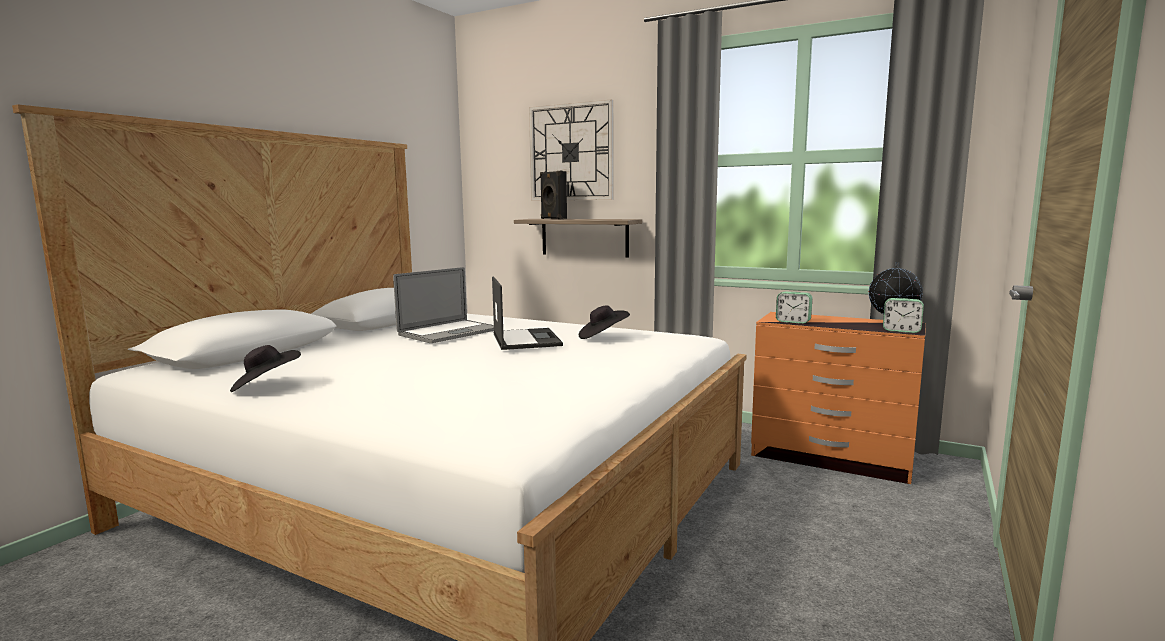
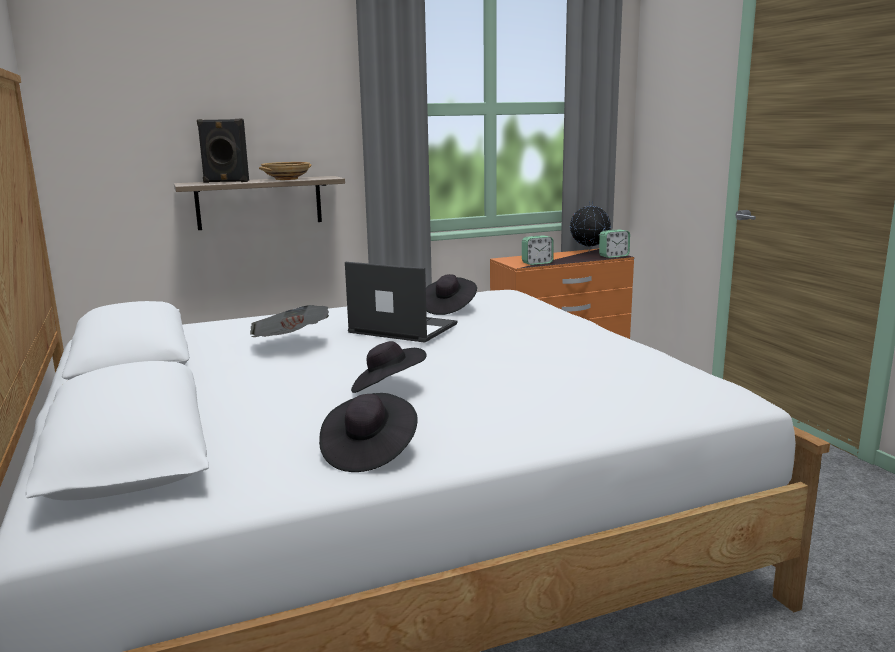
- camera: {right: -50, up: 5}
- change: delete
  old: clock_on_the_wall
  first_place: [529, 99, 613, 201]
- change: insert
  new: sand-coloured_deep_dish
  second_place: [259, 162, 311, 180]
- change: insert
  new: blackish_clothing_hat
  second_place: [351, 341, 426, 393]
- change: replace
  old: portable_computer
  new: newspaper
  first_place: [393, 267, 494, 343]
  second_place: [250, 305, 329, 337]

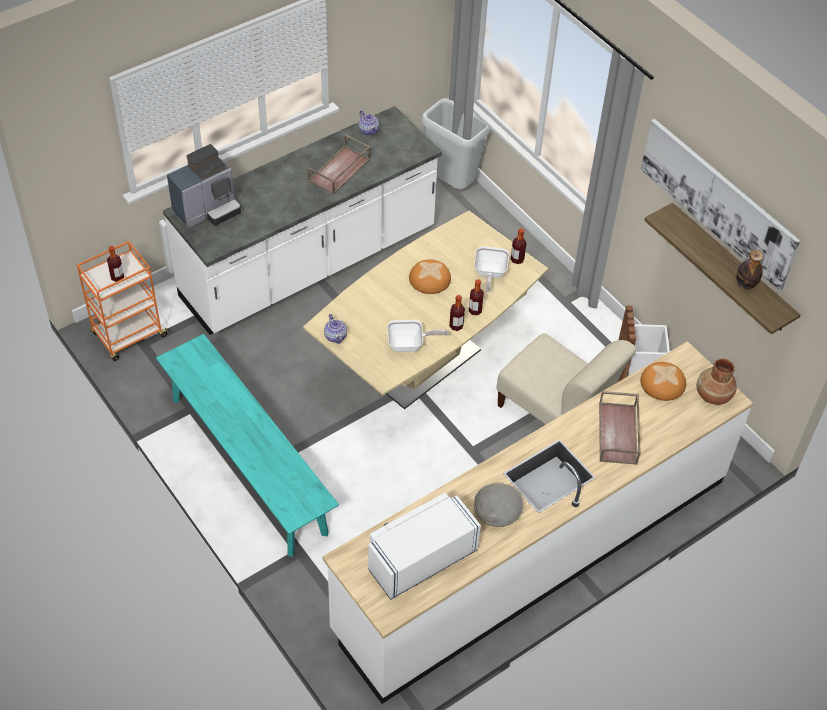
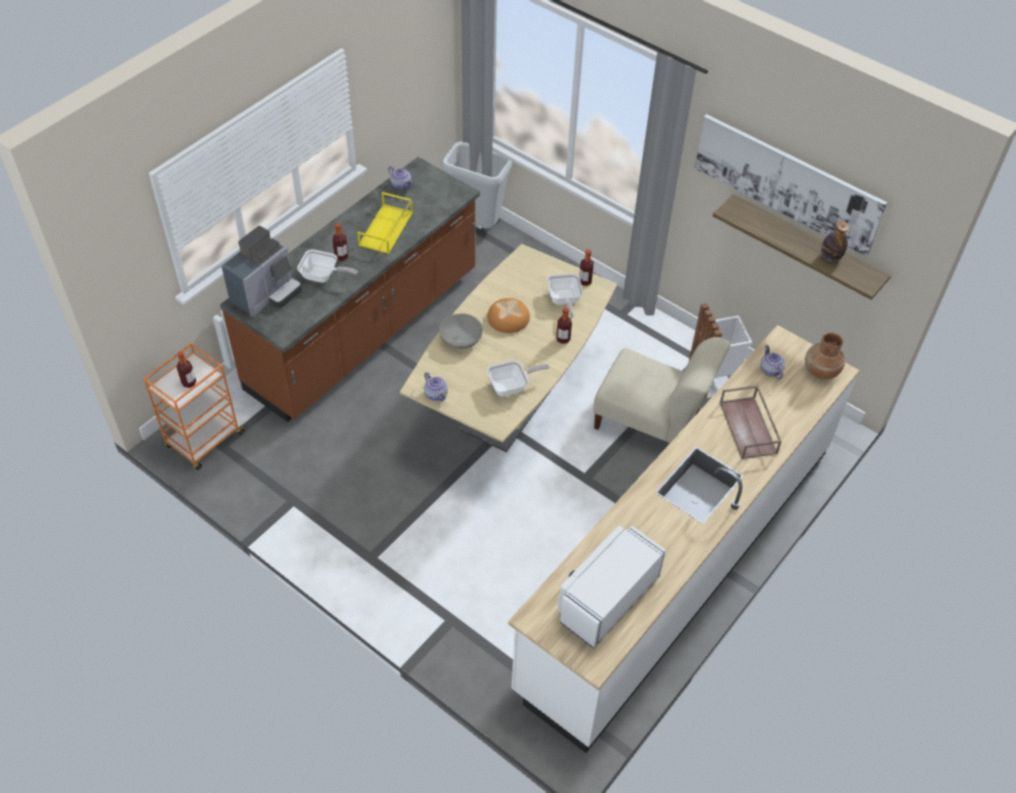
- camera: {right: -15, up: 0}
- change: delete
  old: blue-green_long_seat
  first_place: [156, 334, 339, 557]
- change: insert
  new: pan
  second_place: [297, 249, 358, 283]
- change: move
  old: drink_bottle
  first_place: [449, 295, 465, 331]
  second_place: [333, 223, 348, 261]
- change: move
  old: grey_deep_dish
  first_place: [474, 483, 523, 527]
  second_place: [439, 314, 483, 349]
- change: replace
  old: bakery_bread
  new: teapot
  first_place: [640, 362, 686, 401]
  second_place: [760, 345, 785, 380]
- change: recolor
  old: whitish_counter
  new: brownish_counter
  first_place: [163, 106, 442, 335]
  second_place: [220, 157, 480, 422]
- change: recolor
  old: brownish_tray
  new: yellow_tray
  first_place: [308, 134, 370, 195]
  second_place: [357, 192, 413, 254]

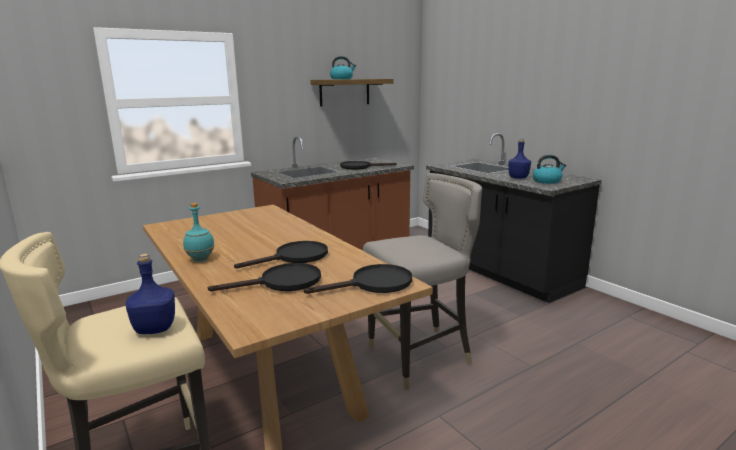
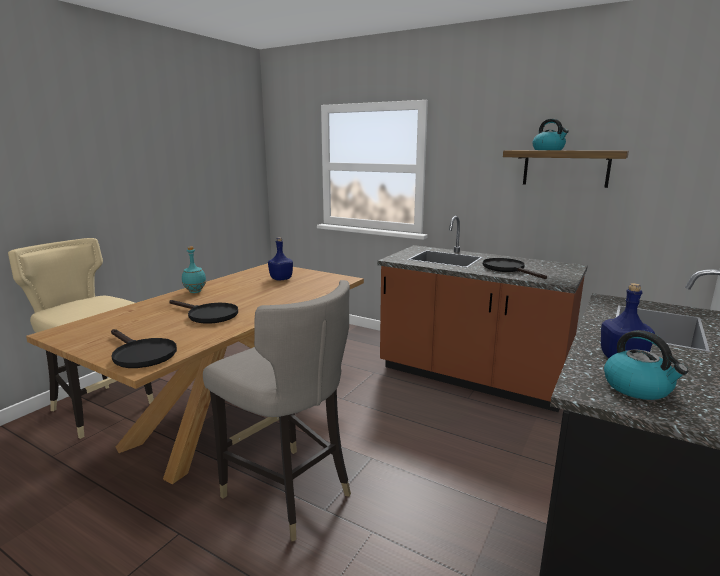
- camera: {right: 65, up: 0}
- change: delete
  old: blackish_pan
  first_place: [208, 263, 321, 291]
- change: move
  old: blue_drink_bottle
  first_place: [126, 254, 175, 334]
  second_place: [268, 237, 293, 281]

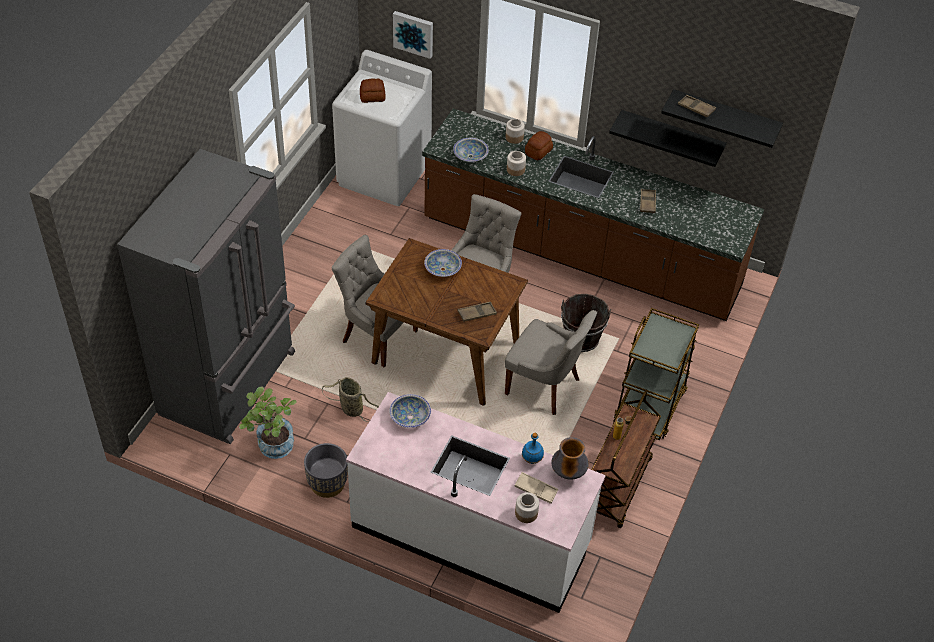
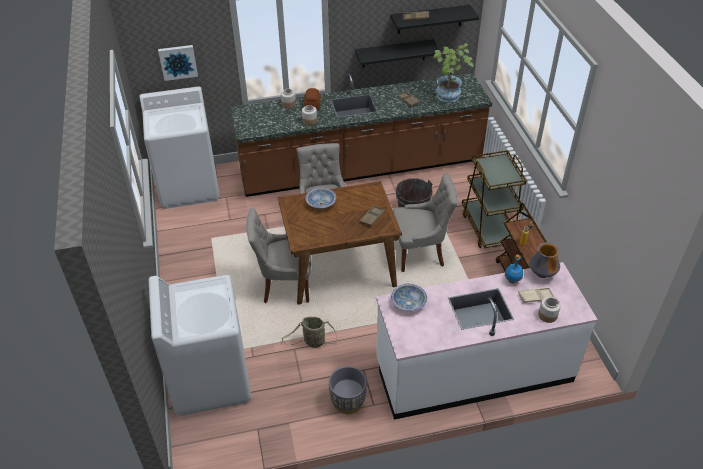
- camera: {right: -35, up: -5}
- change: delete
  old: bakery_bread
  first_place: [360, 79, 386, 103]
- change: delete
  old: deep_dish
  first_place: [453, 138, 489, 163]
- change: move
  old: houseplant
  first_place: [239, 386, 297, 459]
  second_place: [433, 43, 474, 102]
- change: replace
  old: grey_fridge
  new: whitish_laundry_appliance
  first_place: [117, 149, 295, 444]
  second_place: [148, 275, 251, 416]

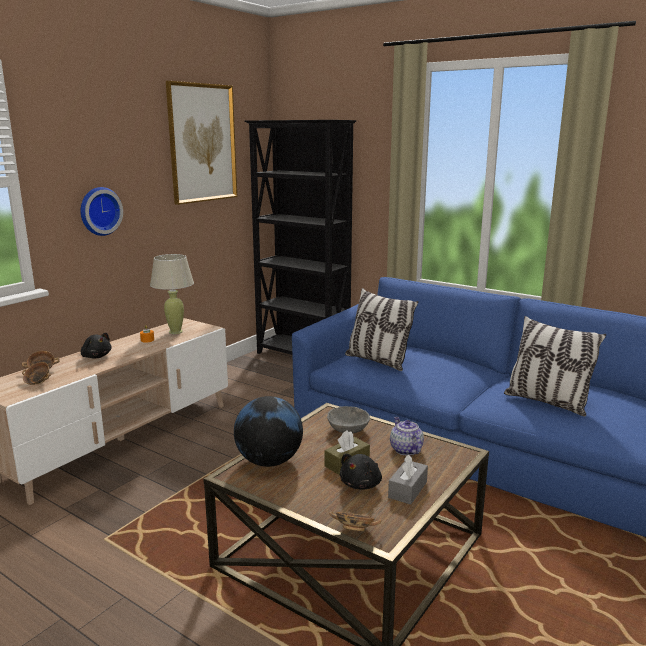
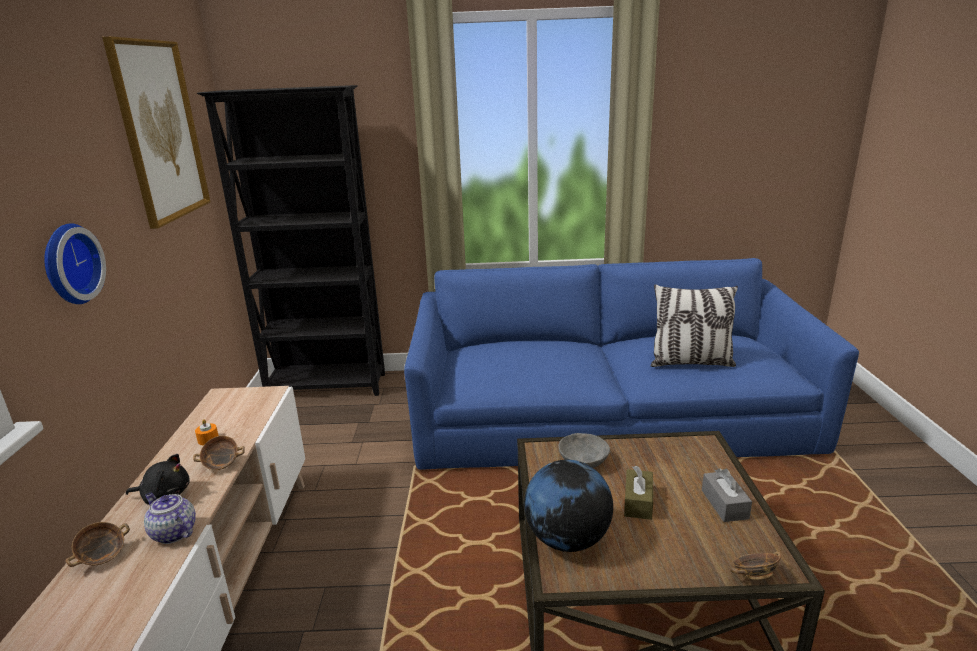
- camera: {right: -35, up: 5}
- change: delete
  old: sand-coloured_table_lamp
  first_place: [150, 254, 194, 334]
- change: delete
  old: blackish_soft_toy
  first_place: [340, 453, 382, 490]
- change: delete
  old: throw_pillow
  first_place: [345, 288, 418, 371]
- change: move
  old: deep_dish
  first_place: [22, 362, 51, 385]
  second_place: [193, 436, 245, 470]
- change: move
  old: teapot
  first_place: [390, 417, 424, 455]
  second_place: [144, 493, 196, 544]

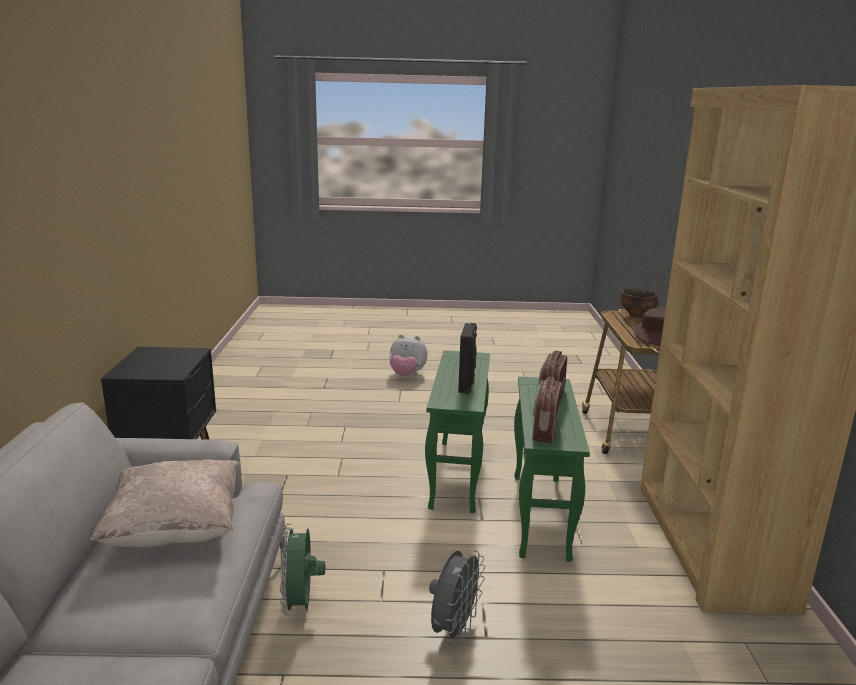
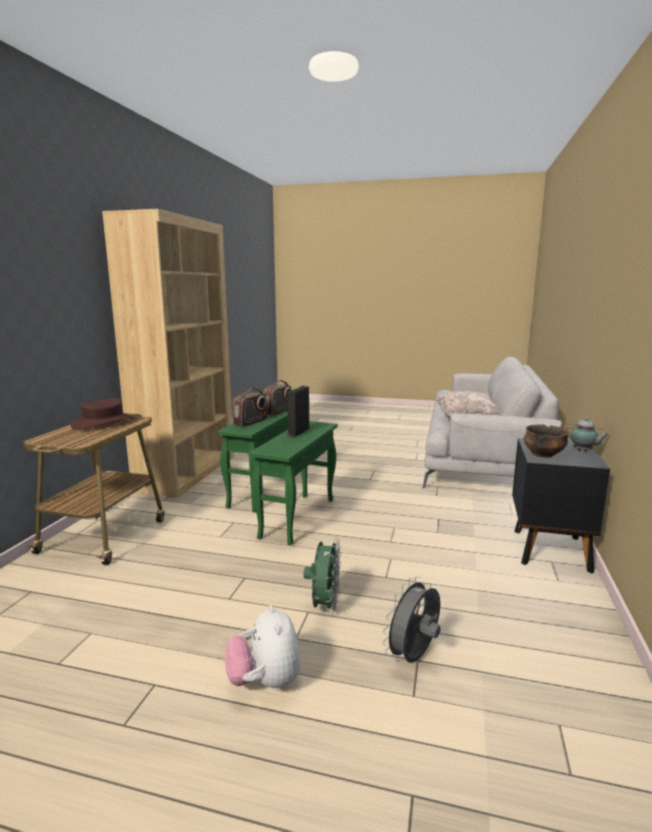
- camera: {right: -165, up: -5}
- change: insert
  new: teapot
  second_place: [564, 417, 609, 452]
- change: move
  old: green_electric_fan
  first_place: [280, 524, 325, 616]
  second_place: [303, 538, 341, 614]
- change: move
  old: grey_electric_fan
  first_place: [429, 550, 485, 645]
  second_place: [382, 576, 441, 663]
- change: move
  old: deep_dish
  first_place: [621, 289, 658, 318]
  second_place: [524, 425, 570, 458]
- change: rotate
  old: soft_toy
  first_place: [389, 335, 428, 376]
  second_place: [225, 605, 301, 690]
  degrees: -135

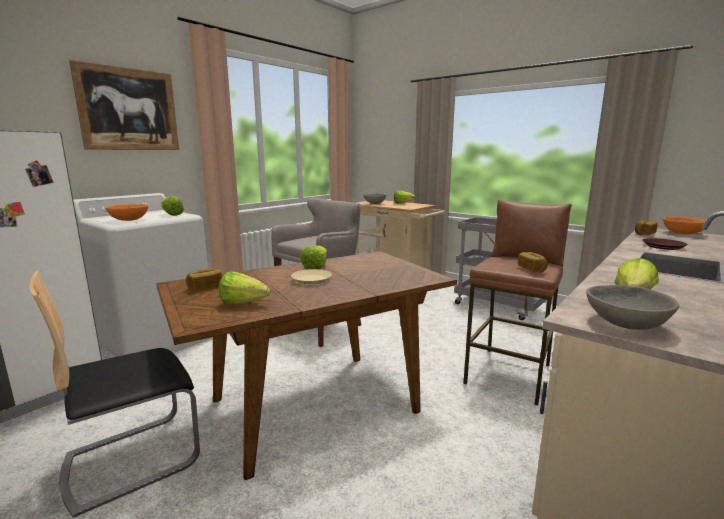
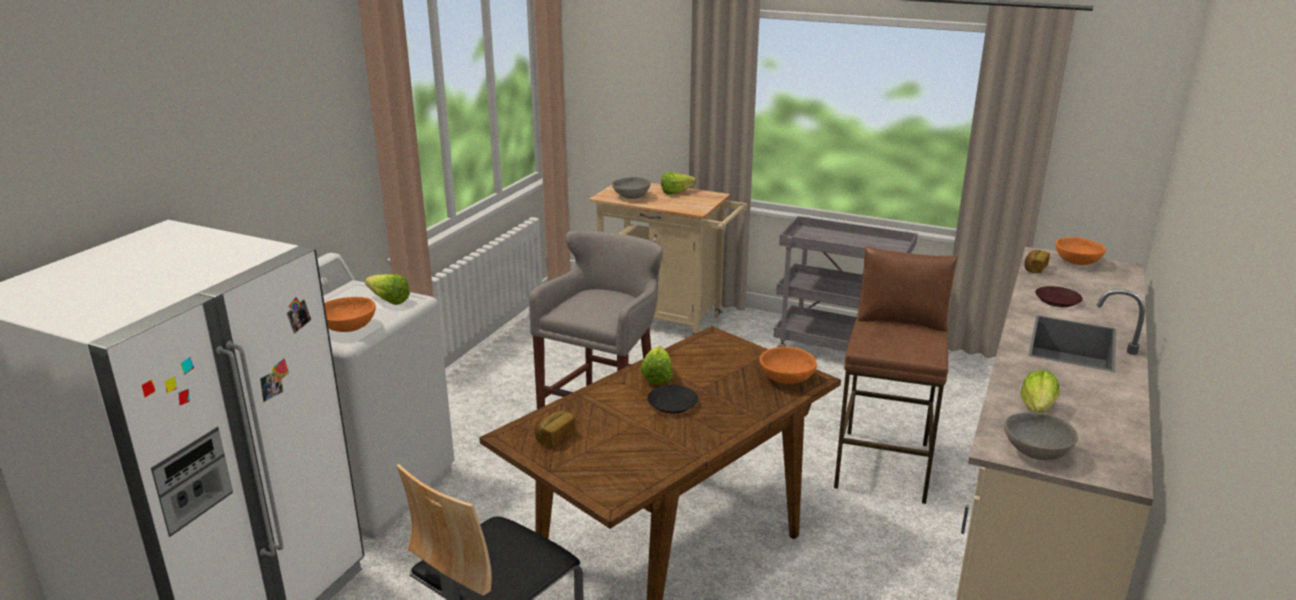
- camera: {right: -15, up: 10}
- change: delete
  old: wall_picture
  first_place: [69, 60, 179, 150]
- change: delete
  old: lettuce
  first_place: [219, 272, 270, 304]
- change: delete
  old: bakery_bread
  first_place: [518, 252, 548, 273]
- change: insert
  new: orangey_deep_dish
  second_place: [760, 347, 817, 384]
- change: recolor
  old: sand-coloured_flat_dish
  new: blackish_flat_dish
  first_place: [291, 269, 332, 285]
  second_place: [647, 385, 699, 414]

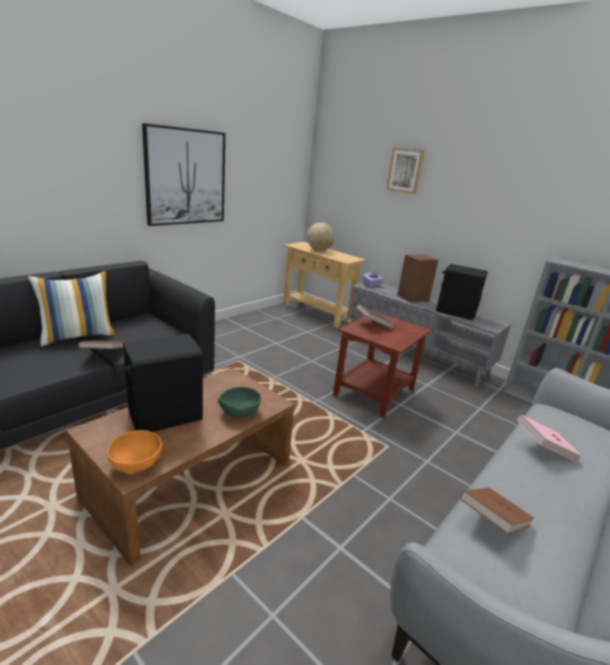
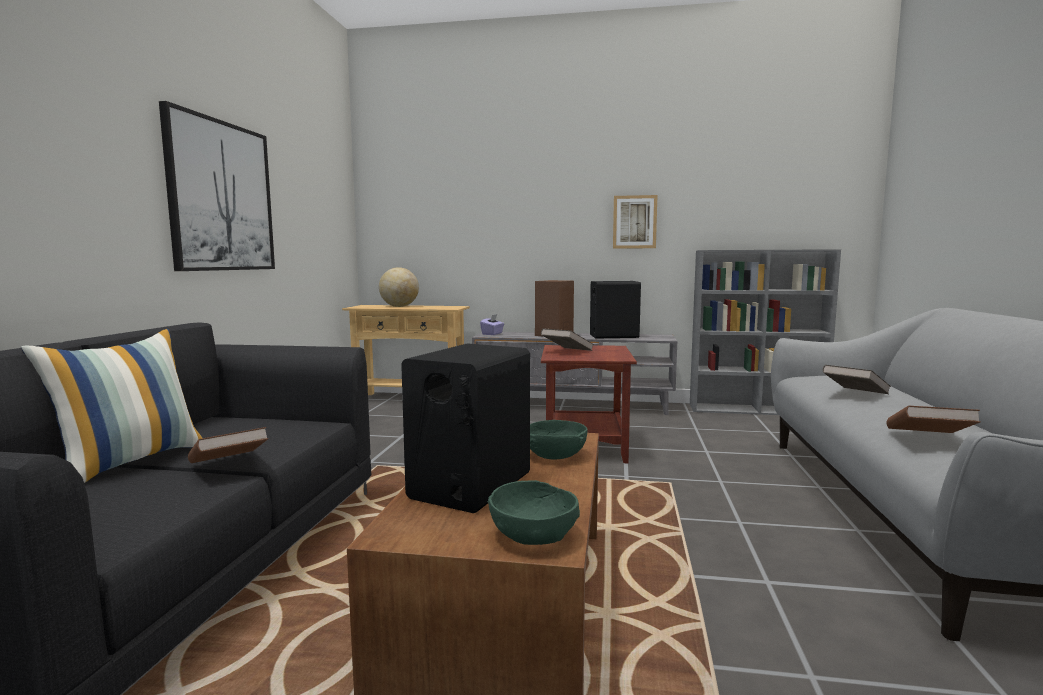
- camera: {right: -30, up: -15}
- change: move
  old: wall_picture
  first_place: [386, 148, 425, 194]
  second_place: [613, 195, 657, 249]
- change: recolor
  old: orangey_deep_dish
  new: green_deep_dish
  first_place: [107, 430, 162, 475]
  second_place: [488, 480, 580, 545]
- change: recolor
  old: pinkish_book
  new: brownish_book
  first_place: [517, 415, 582, 462]
  second_place: [823, 365, 891, 394]

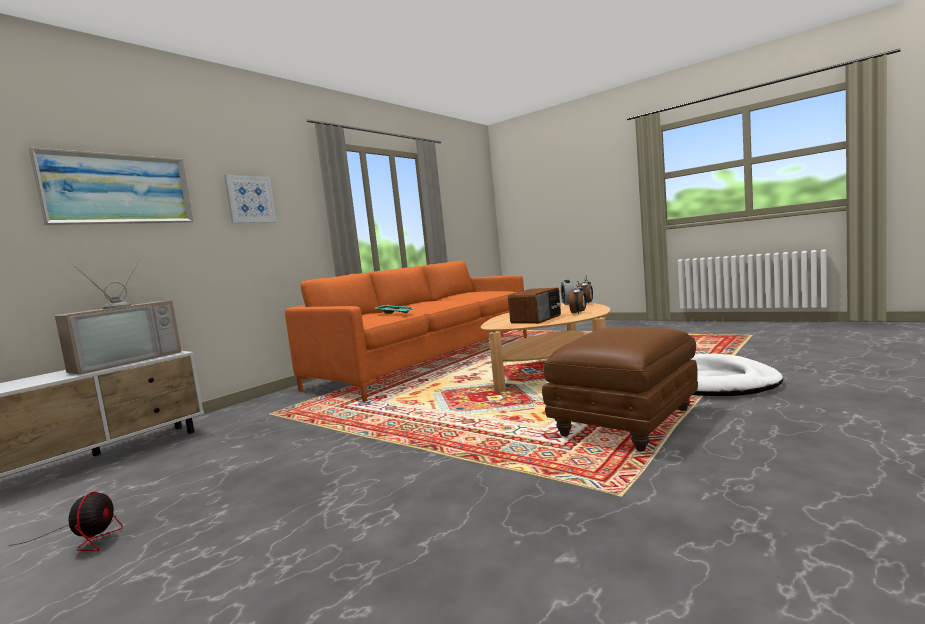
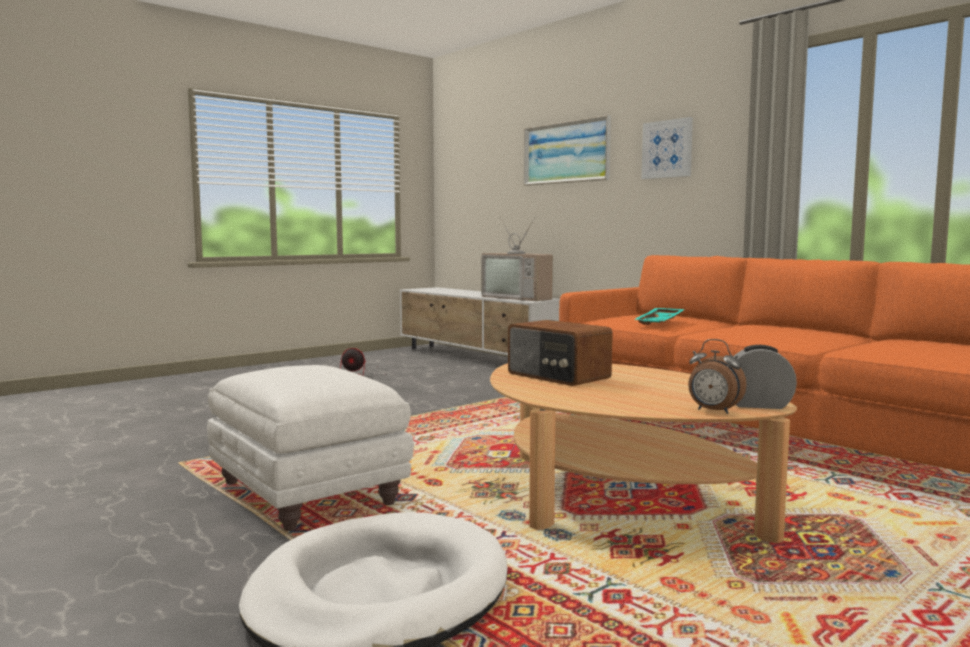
- camera: {right: 100, up: 0}
- change: delete
  old: alarm_clock
  first_place: [569, 281, 586, 314]
- change: recolor
  old: brownish_ottoman
  new: whitish_ottoman
  first_place: [542, 326, 698, 451]
  second_place: [207, 365, 414, 531]

